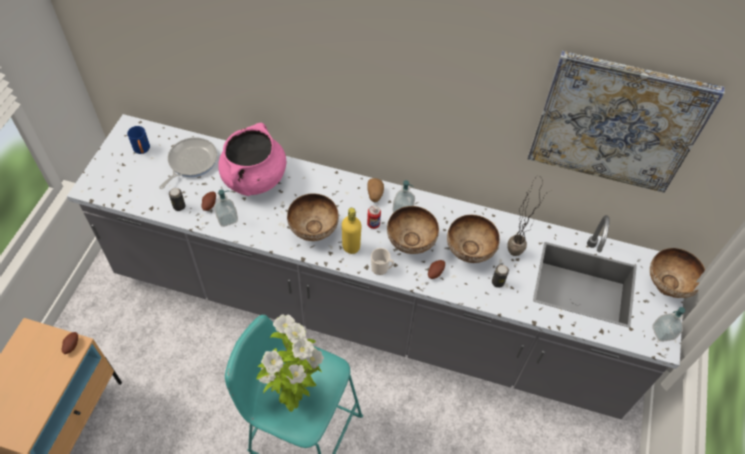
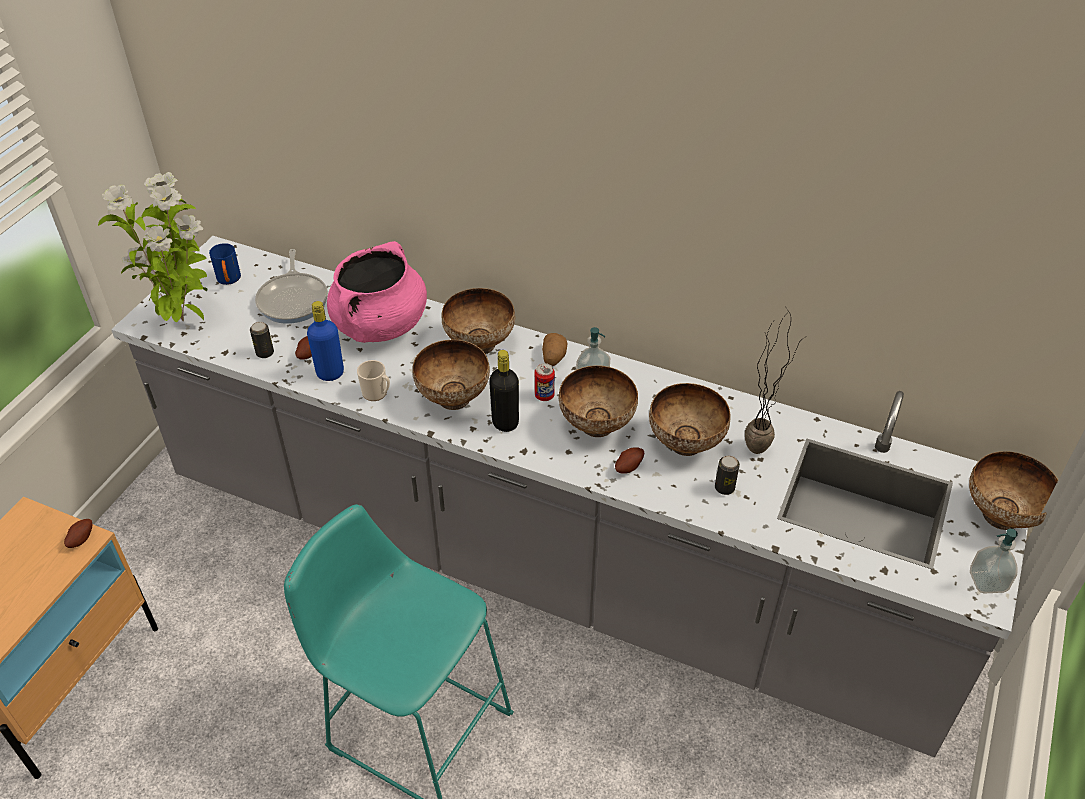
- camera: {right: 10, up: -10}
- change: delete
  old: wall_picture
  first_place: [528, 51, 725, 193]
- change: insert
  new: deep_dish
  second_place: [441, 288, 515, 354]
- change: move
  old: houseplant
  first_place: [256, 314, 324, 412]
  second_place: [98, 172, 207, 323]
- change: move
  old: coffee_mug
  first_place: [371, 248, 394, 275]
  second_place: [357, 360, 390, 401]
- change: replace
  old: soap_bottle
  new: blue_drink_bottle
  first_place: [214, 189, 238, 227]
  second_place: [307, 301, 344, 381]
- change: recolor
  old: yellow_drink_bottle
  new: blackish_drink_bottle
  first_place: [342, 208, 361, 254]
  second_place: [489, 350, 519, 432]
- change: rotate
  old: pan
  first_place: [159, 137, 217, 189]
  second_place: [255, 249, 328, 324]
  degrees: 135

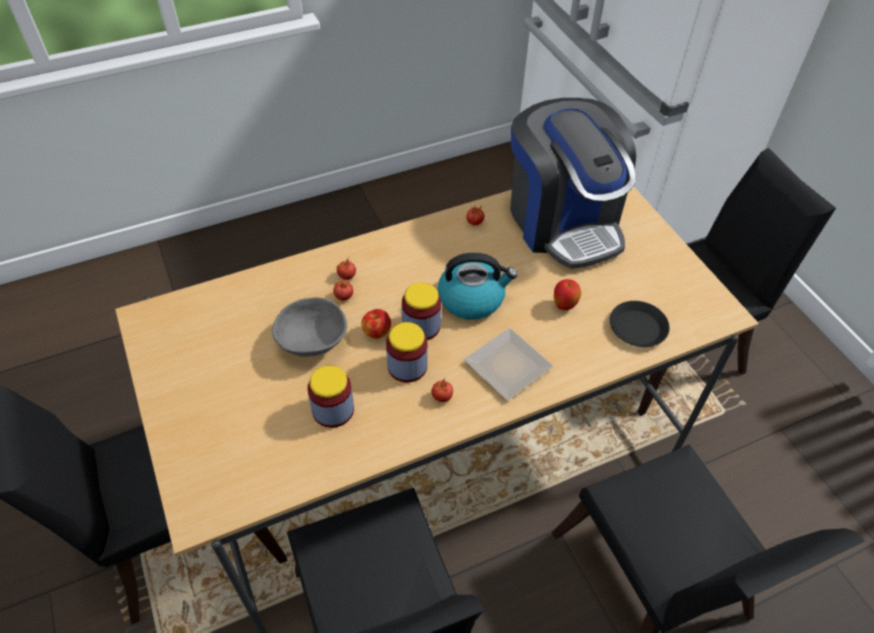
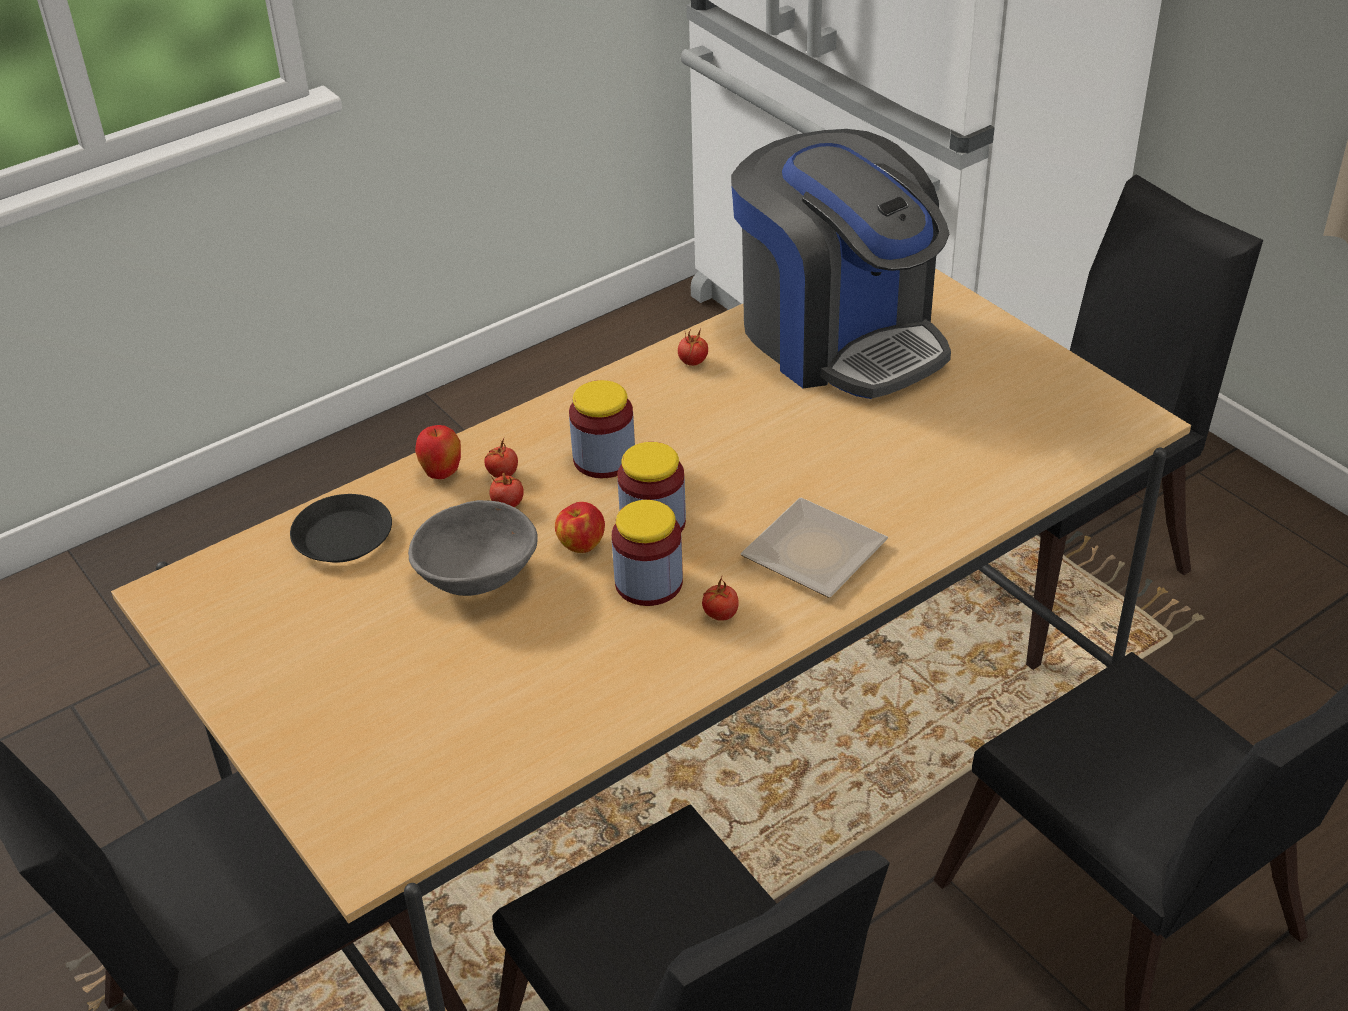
- camera: {right: -10, up: -10}
- change: delete
  old: water_kettle
  first_place: [438, 252, 517, 320]
- change: move
  old: jar
  first_place: [307, 365, 354, 428]
  second_place: [569, 380, 635, 478]
- change: move
  old: apple
  first_place: [554, 279, 581, 310]
  second_place: [415, 425, 461, 479]
- change: move
  old: blackish_flat_dish
  first_place: [610, 301, 670, 347]
  second_place: [290, 494, 392, 563]

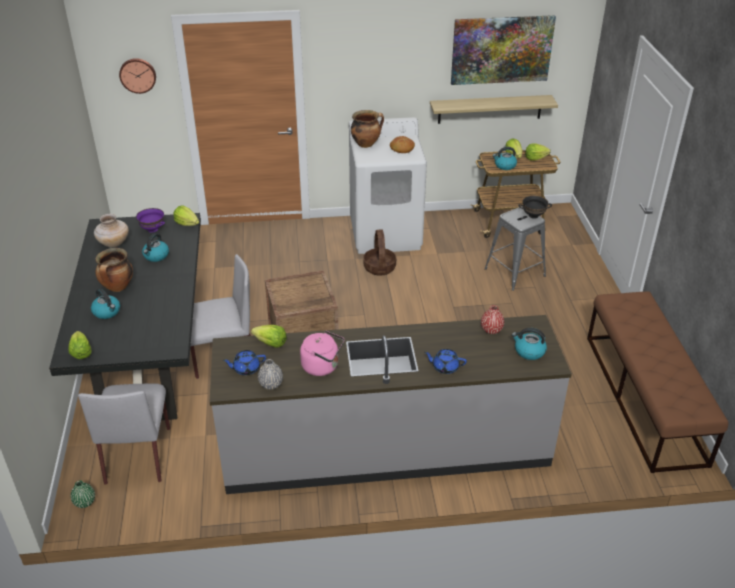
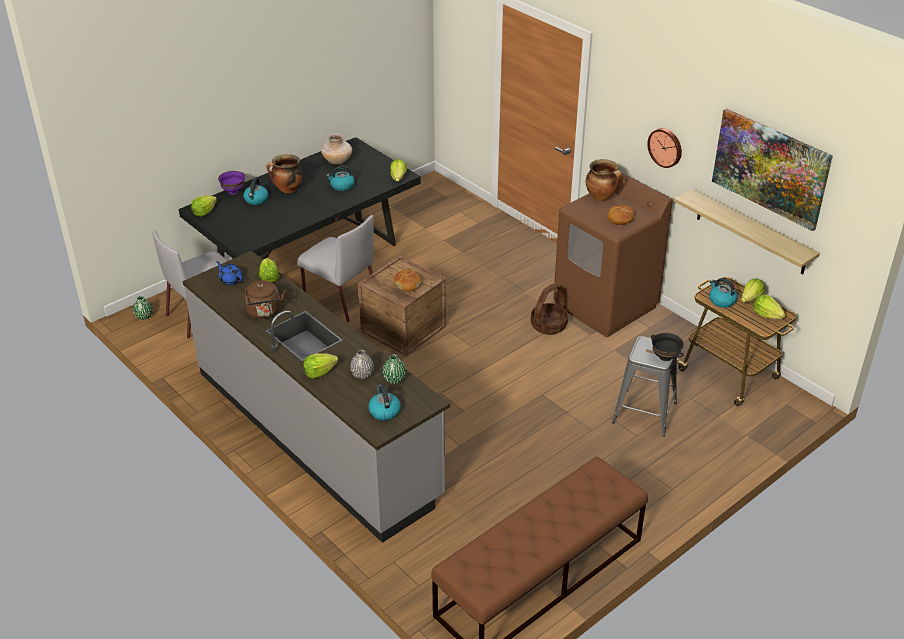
- camera: {right: 55, up: 0}
- change: insert
  new: bakery_bread
  second_place: [394, 270, 422, 291]
- change: move
  old: clock_on_the_wall
  first_place: [119, 58, 156, 94]
  second_place: [647, 128, 682, 168]
- change: move
  old: purple-coloured_deep_dish
  first_place: [136, 208, 165, 233]
  second_place: [218, 171, 245, 195]
- change: move
  old: grey_decorative_vase
  first_place: [258, 359, 283, 390]
  second_place: [350, 350, 374, 379]
- change: replace
  old: blue_teapot
  new: lettuce
  first_place: [424, 349, 467, 374]
  second_place: [303, 353, 338, 379]
- change: recolor
  old: pinkish_water_kettle
  new: brownish_water_kettle
  first_place: [300, 331, 344, 376]
  second_place: [244, 280, 286, 319]
- change: recolor
  old: whitish_laundry_appliance
  new: brownish_laundry_appliance
  first_place: [349, 117, 427, 254]
  second_place: [553, 172, 673, 337]
- change: recolor
  old: reddish_decorative_vase
  new: green_decorative_vase
  first_place: [481, 305, 504, 334]
  second_place: [382, 354, 406, 384]

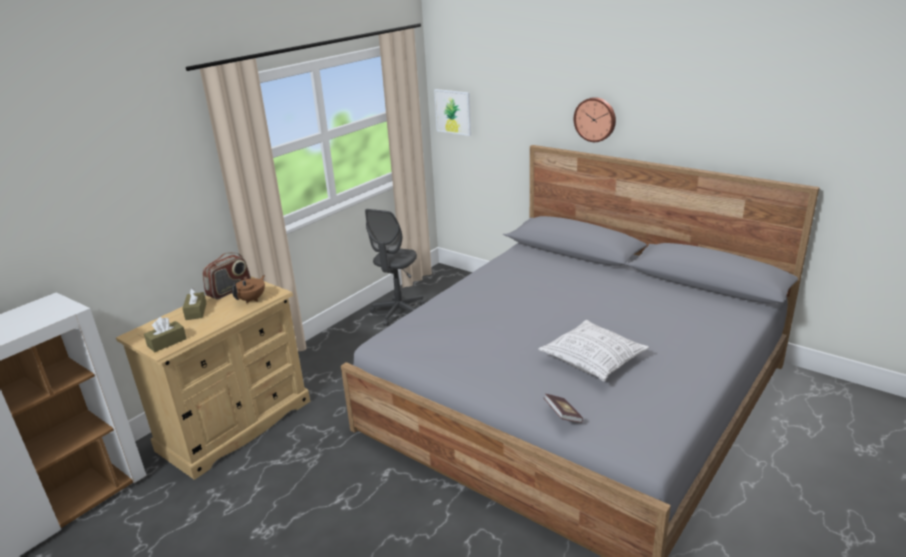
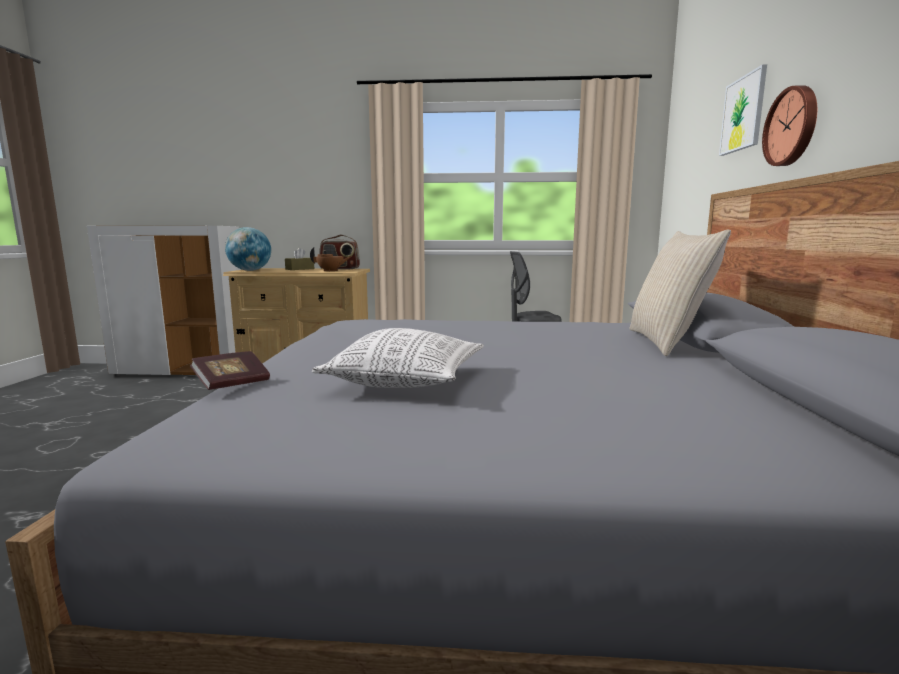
- camera: {right: 55, up: -15}
- change: insert
  new: sand-coloured_throw_pillow
  second_place: [629, 229, 731, 356]
- change: move
  old: wall_picture
  first_place: [434, 89, 471, 136]
  second_place: [719, 64, 767, 156]
- change: replace
  old: brownish_tissue_holder
  new: world_globe
  first_place: [144, 317, 187, 352]
  second_place: [225, 227, 271, 271]

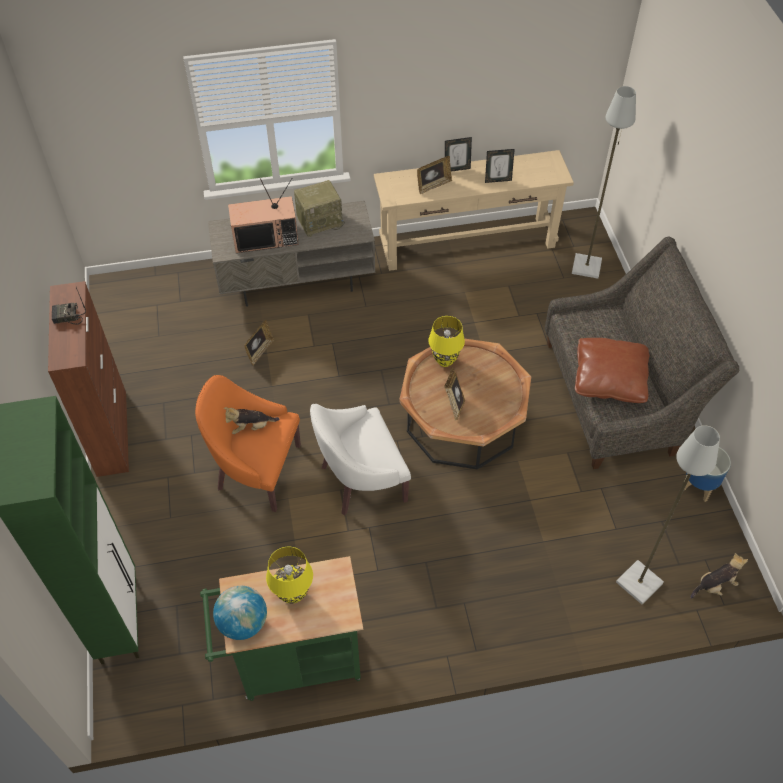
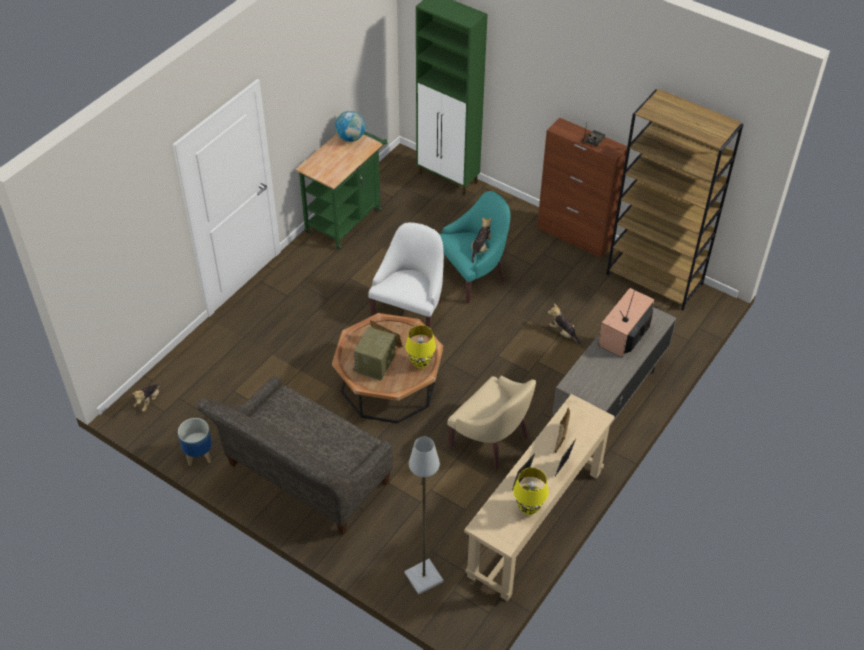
- camera: {right: 135, up: -5}
- change: delete
  old: brownish_throw_pillow
  first_place: [575, 338, 649, 403]
- change: delete
  old: grey_floor_lamp
  first_place: [616, 425, 720, 605]
- change: insert
  new: sand-coloured_lounge_chair
  second_place: [447, 376, 536, 469]
- change: insert
  new: brownish_bookshelf
  second_place: [607, 89, 744, 310]
- change: move
  old: yellow_table_lamp
  first_place: [266, 547, 313, 604]
  second_place: [513, 468, 549, 515]
- change: move
  old: radio_set
  first_place: [294, 180, 345, 237]
  second_place: [353, 327, 395, 381]
- change: replace
  old: picture_frame
  new: soft_toy
  first_place: [244, 320, 274, 365]
  second_place: [548, 304, 582, 344]
- change: recolor
  old: orangey_lounge_chair
  new: blue-green_lounge_chair
  first_place: [195, 375, 301, 512]
  second_place: [439, 191, 510, 303]

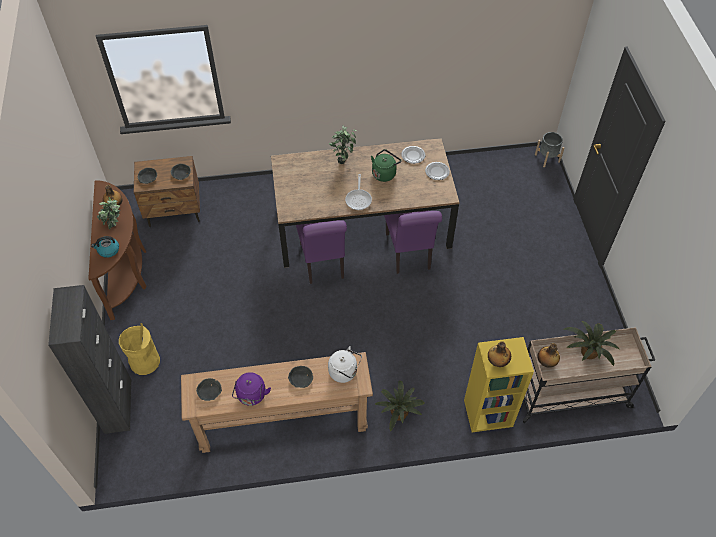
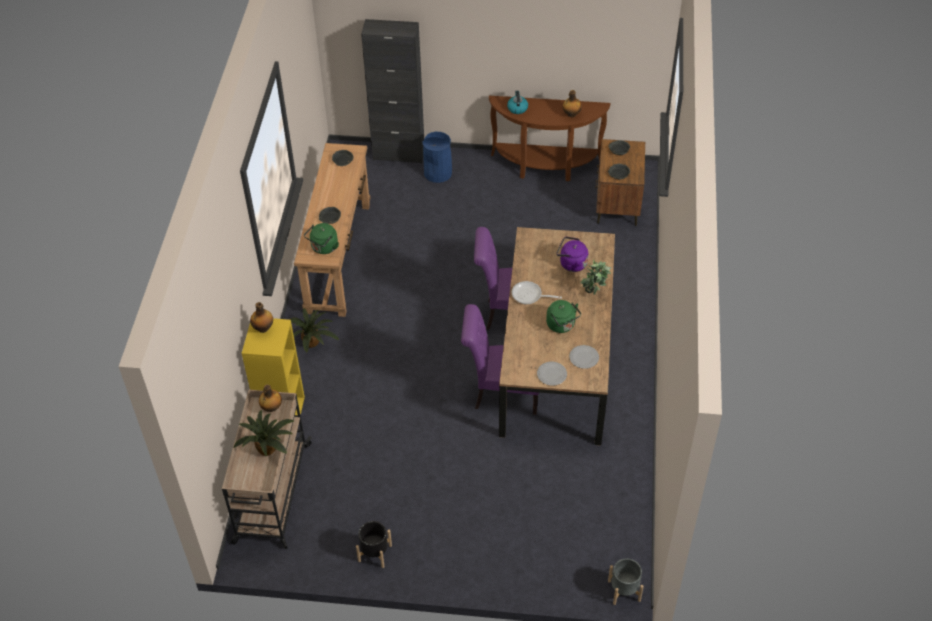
- camera: {right: 105, up: -5}
- change: delete
  old: houseplant
  first_place: [97, 197, 120, 229]
- change: insert
  new: blackish_plant_pot
  second_place: [356, 521, 392, 568]
- change: move
  old: purple-coloured_water_kettle
  first_place: [232, 372, 271, 406]
  second_place: [556, 237, 588, 272]
- change: recolor
  old: yellow_trash_can
  new: blue_trash_can
  first_place: [119, 323, 160, 375]
  second_place: [422, 132, 452, 183]
- change: recolor
  old: whitish_water_kettle
  new: green_water_kettle
  first_place: [328, 346, 362, 383]
  second_place: [304, 223, 339, 254]

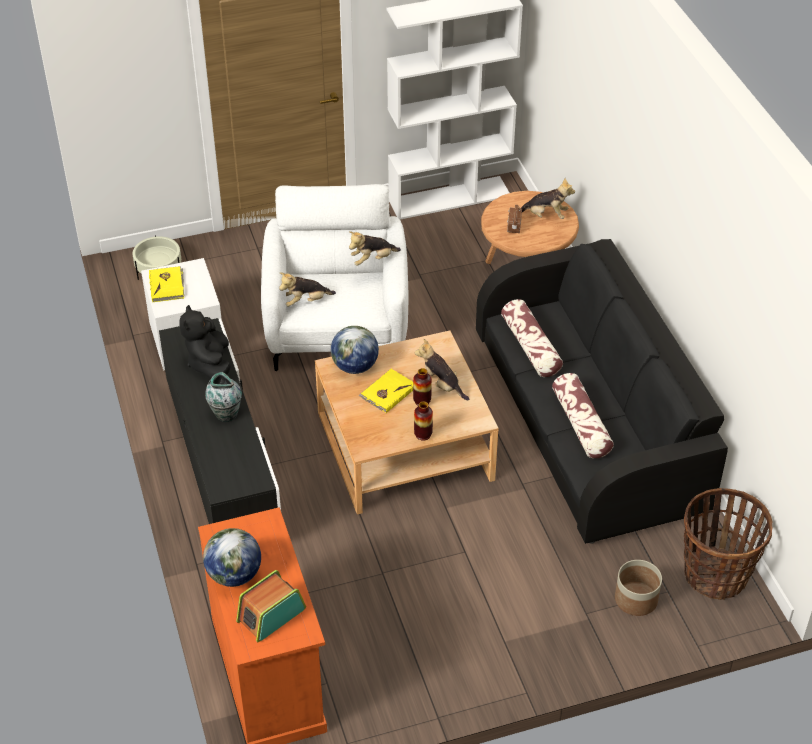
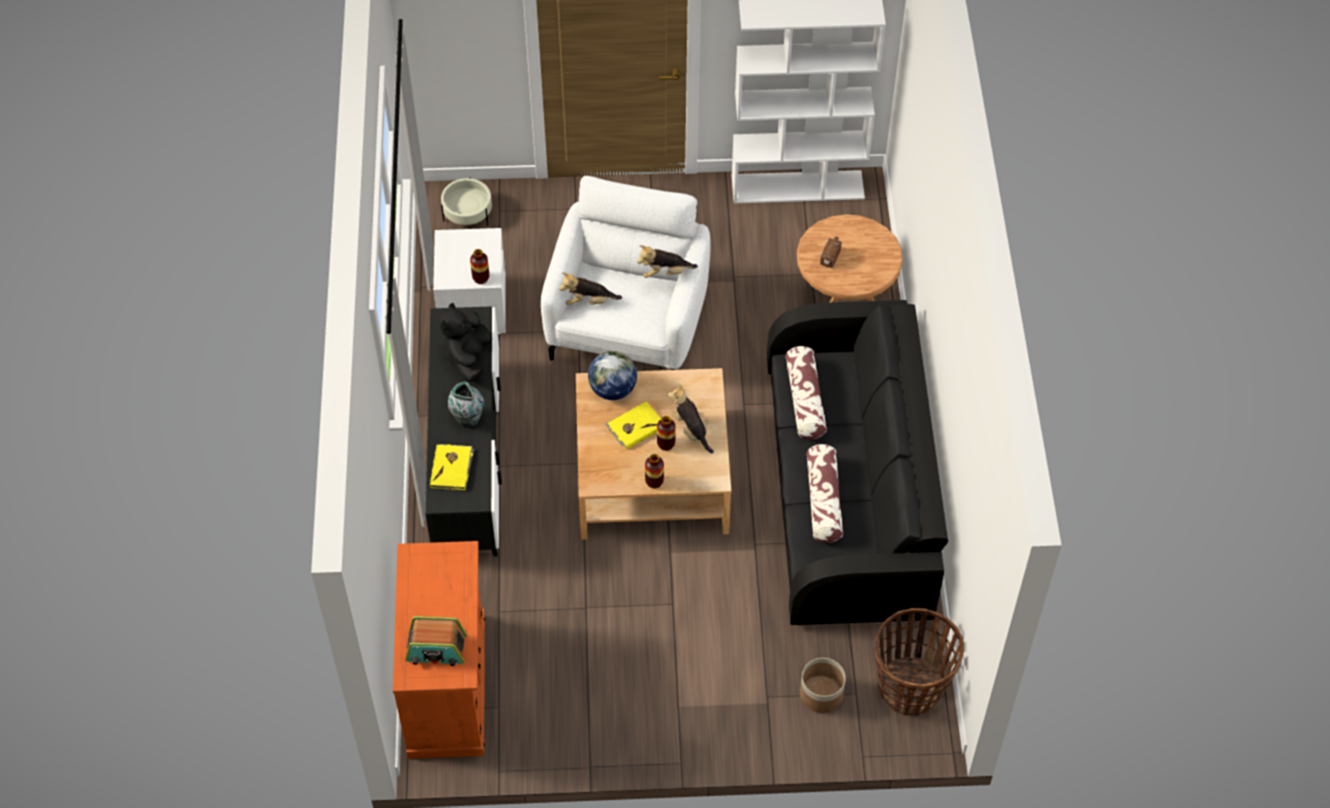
- camera: {right: 15, up: 10}
- change: delete
  old: world_globe
  first_place: [203, 528, 261, 587]
- change: delete
  old: soft_toy
  first_place: [521, 178, 575, 219]
- change: insert
  new: decorative_vase
  second_place: [470, 249, 489, 284]
- change: move
  old: yellow_book
  first_place: [149, 266, 184, 302]
  second_place: [430, 444, 474, 490]
- change: rotate
  old: radio_set
  first_place: [236, 570, 306, 642]
  second_place: [405, 616, 467, 666]
  degrees: -150

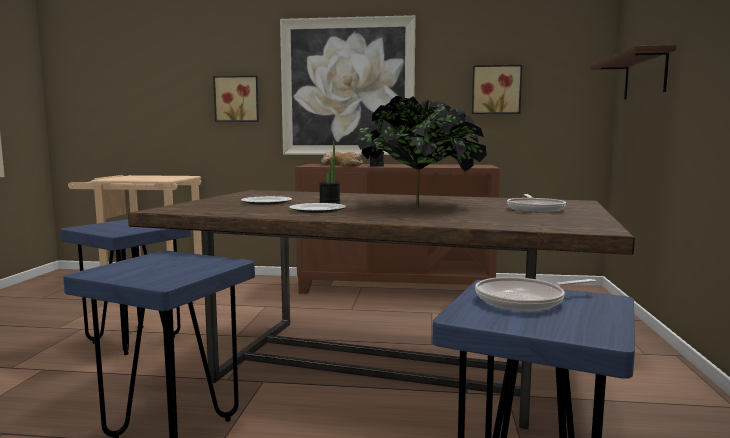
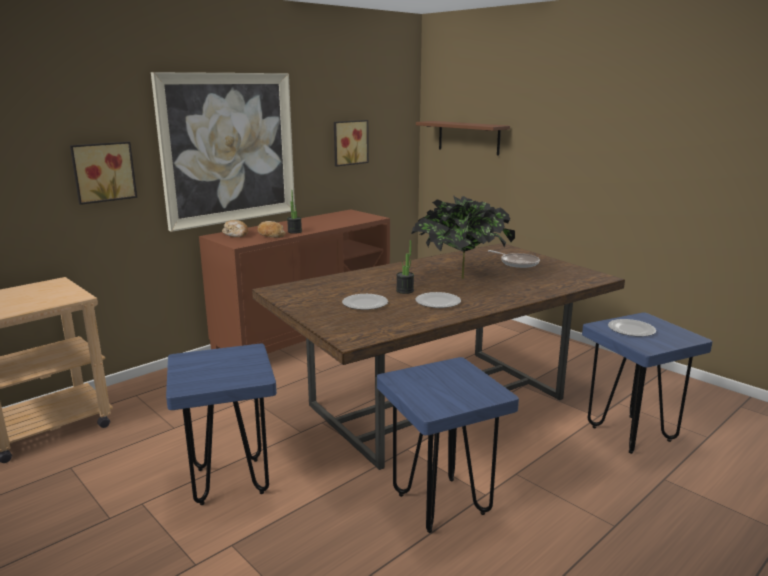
- camera: {right: -50, up: 10}
- change: replace
  old: pan
  new: flat_dish
  first_place: [475, 277, 596, 311]
  second_place: [608, 319, 656, 337]

